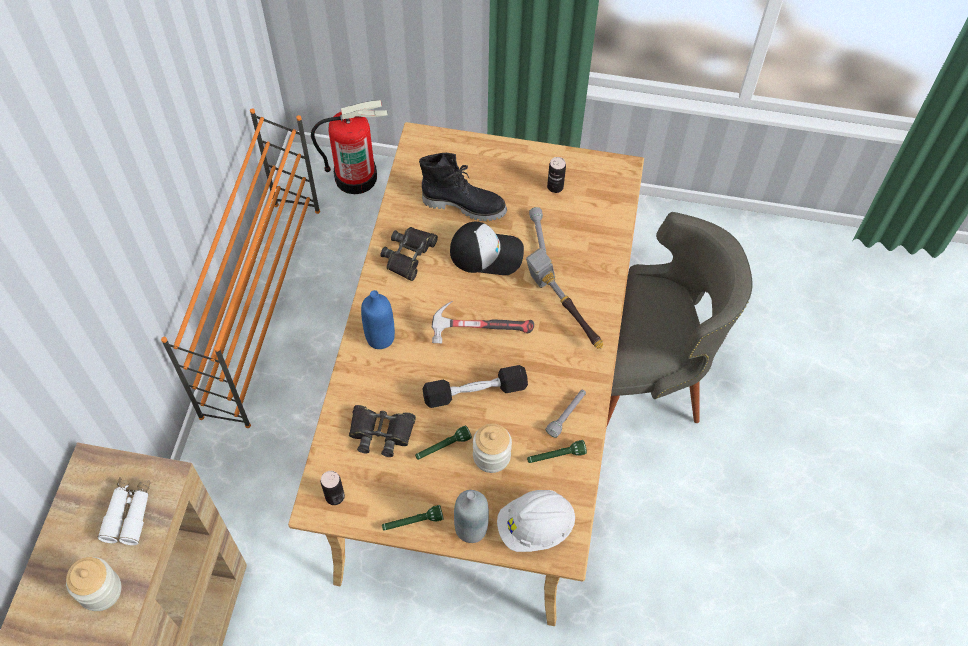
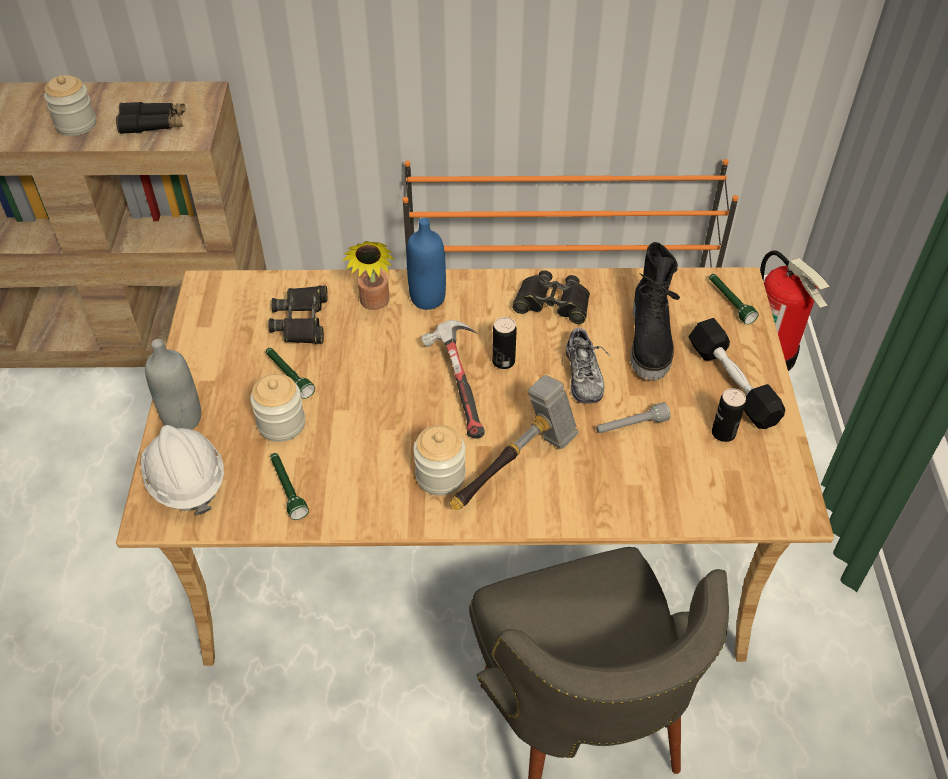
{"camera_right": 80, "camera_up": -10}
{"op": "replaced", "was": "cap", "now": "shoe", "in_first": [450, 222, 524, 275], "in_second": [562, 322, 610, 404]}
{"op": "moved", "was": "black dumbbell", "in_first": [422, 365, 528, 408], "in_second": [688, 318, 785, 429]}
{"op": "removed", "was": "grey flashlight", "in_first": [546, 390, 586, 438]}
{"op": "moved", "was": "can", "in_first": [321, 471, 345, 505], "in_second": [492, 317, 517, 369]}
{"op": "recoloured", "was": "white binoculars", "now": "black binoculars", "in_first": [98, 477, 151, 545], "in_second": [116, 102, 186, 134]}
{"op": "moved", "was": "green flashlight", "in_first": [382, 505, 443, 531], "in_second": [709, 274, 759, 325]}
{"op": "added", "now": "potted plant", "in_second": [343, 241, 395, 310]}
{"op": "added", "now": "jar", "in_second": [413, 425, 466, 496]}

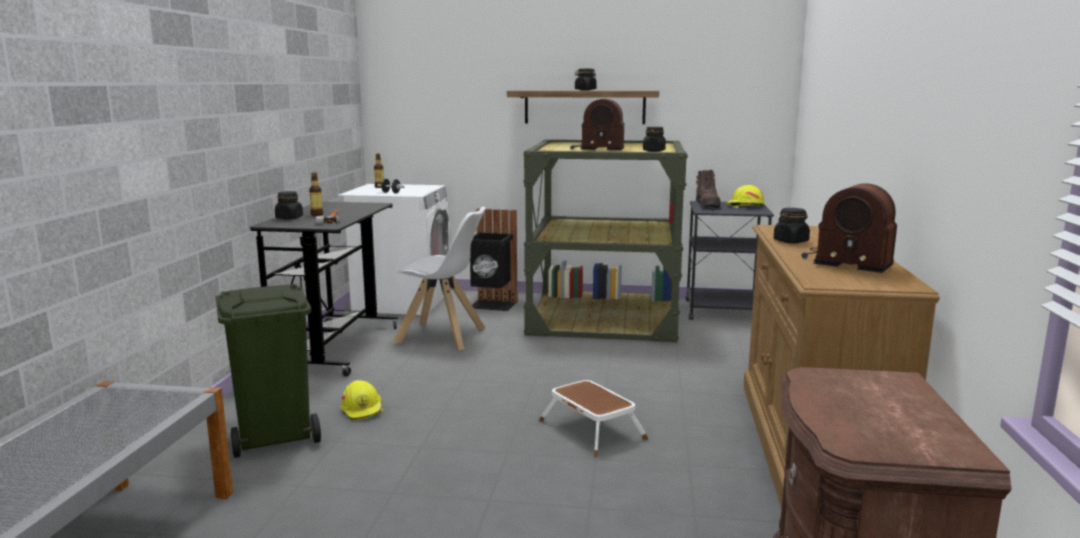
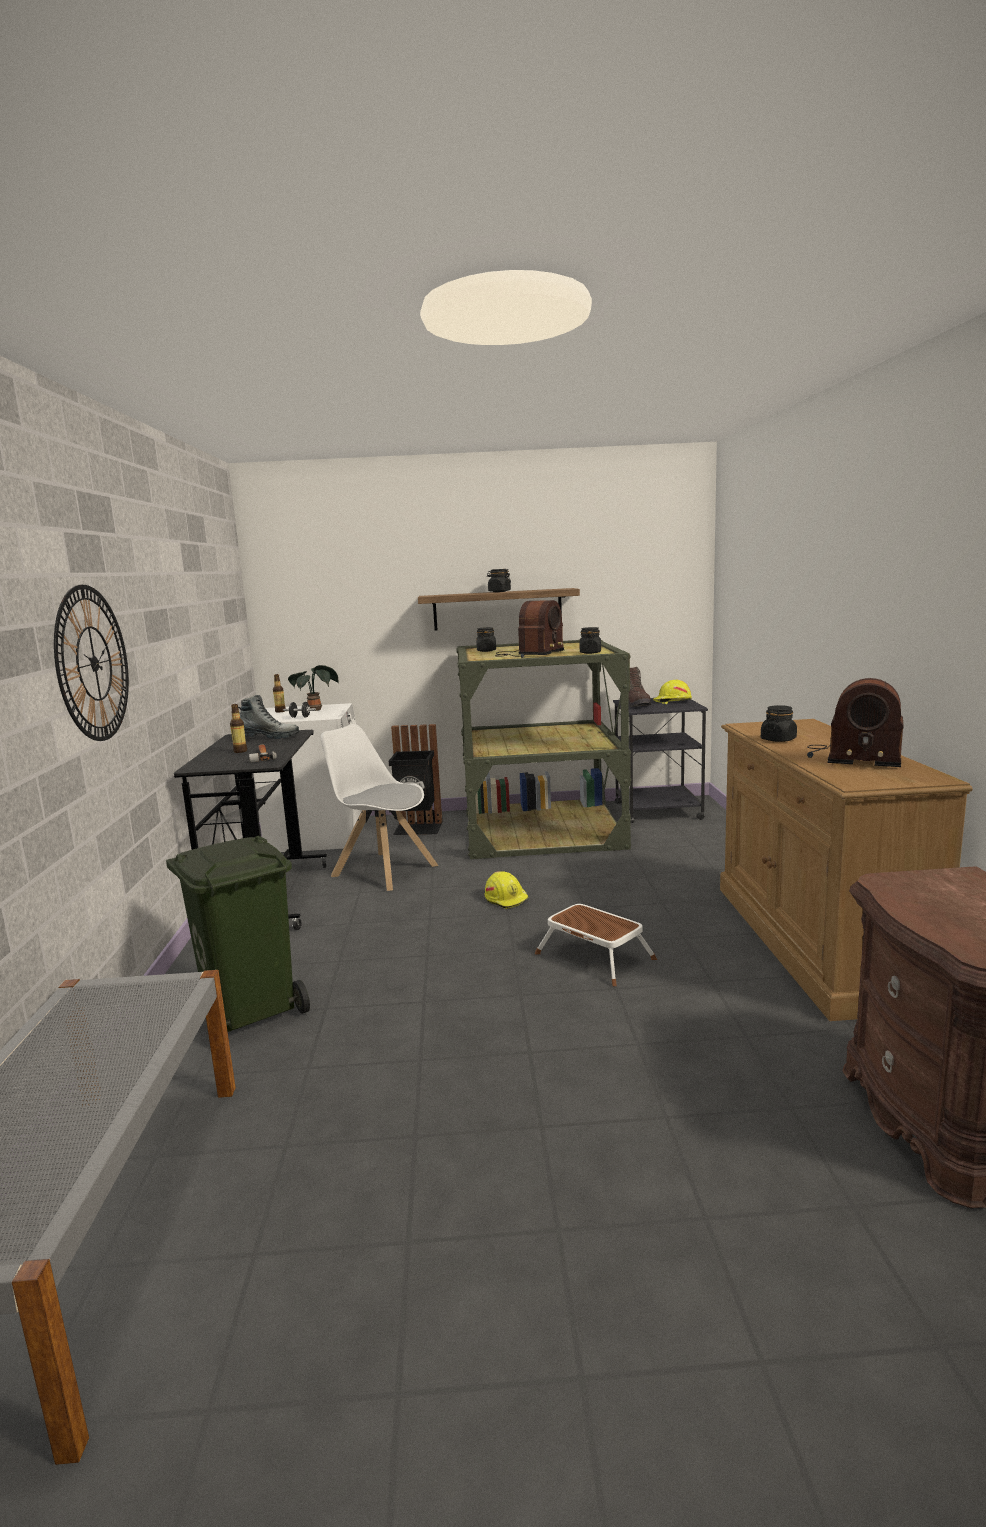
{"camera_right": -10, "camera_up": 0}
{"op": "turned", "was": "radio", "in_first": [570, 99, 624, 150], "in_second": [495, 600, 564, 658], "clockwise": -60}
{"op": "moved", "was": "black jar", "in_first": [275, 191, 303, 219], "in_second": [476, 627, 496, 652]}
{"op": "turned", "was": "chair", "in_first": [393, 207, 486, 350], "in_second": [321, 724, 439, 891], "clockwise": -150}
{"op": "moved", "was": "yellow hard hat", "in_first": [341, 380, 384, 421], "in_second": [485, 871, 528, 909]}
{"op": "added", "now": "wall clock", "in_second": [54, 585, 129, 741]}
{"op": "added", "now": "potted plant", "in_second": [288, 665, 339, 711]}
{"op": "added", "now": "boot", "in_second": [238, 695, 299, 739]}

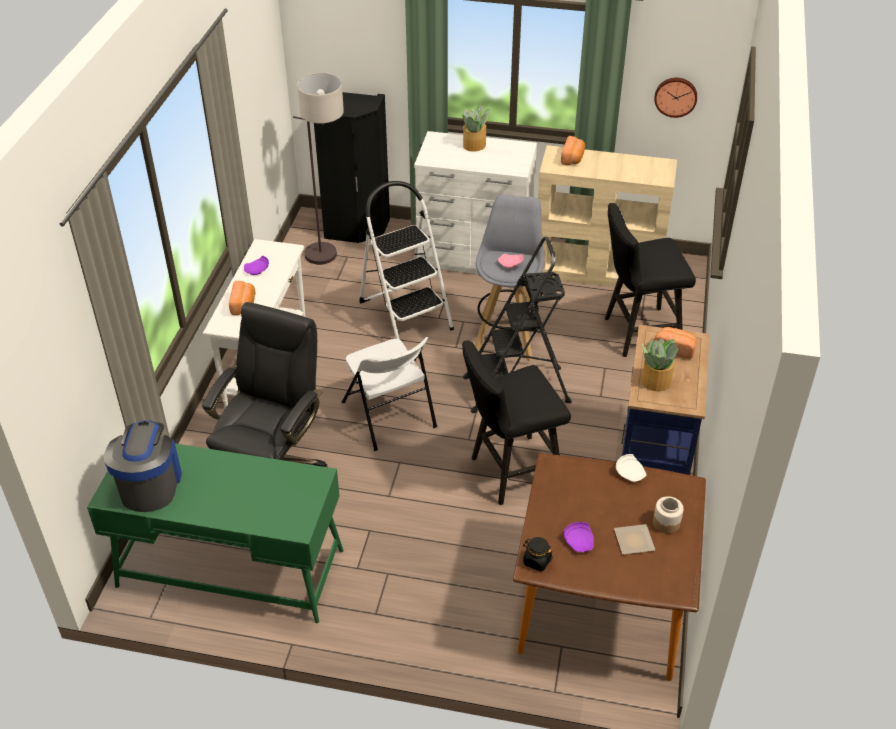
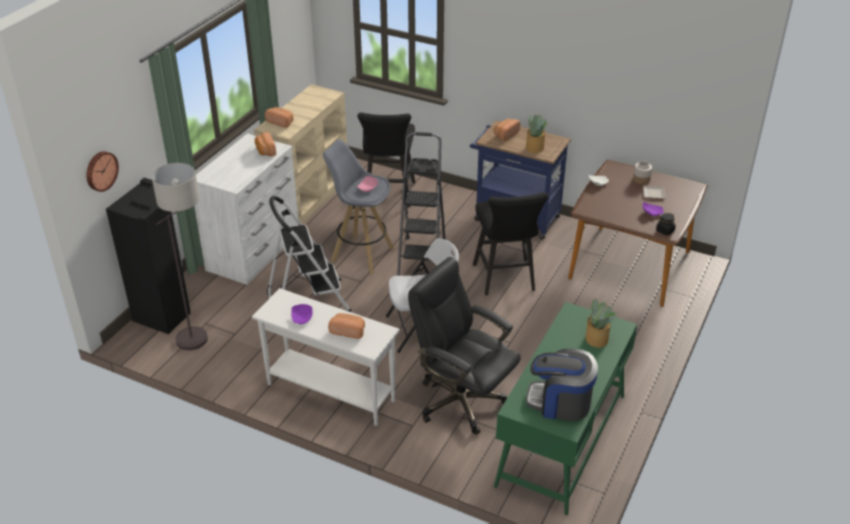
{"camera_right": -75, "camera_up": -5}
{"op": "moved", "was": "wall clock", "in_first": [654, 78, 697, 118], "in_second": [86, 151, 119, 192]}
{"op": "moved", "was": "potted plant", "in_first": [462, 105, 490, 152], "in_second": [585, 298, 617, 348]}
{"op": "added", "now": "bread", "in_second": [255, 132, 276, 156]}

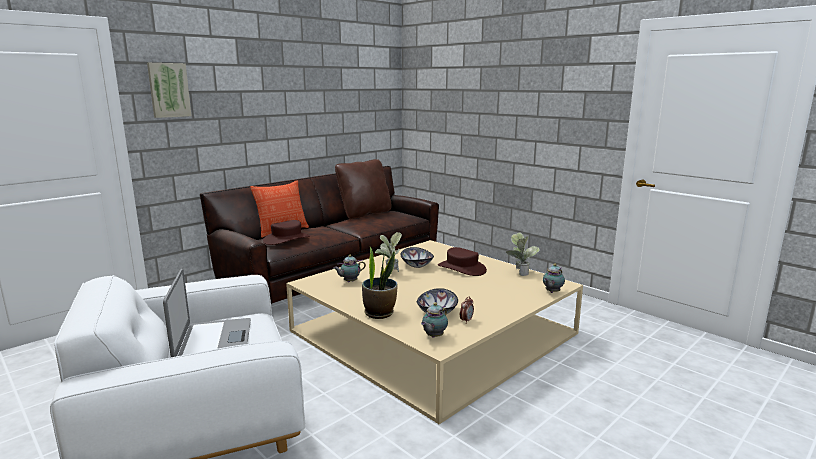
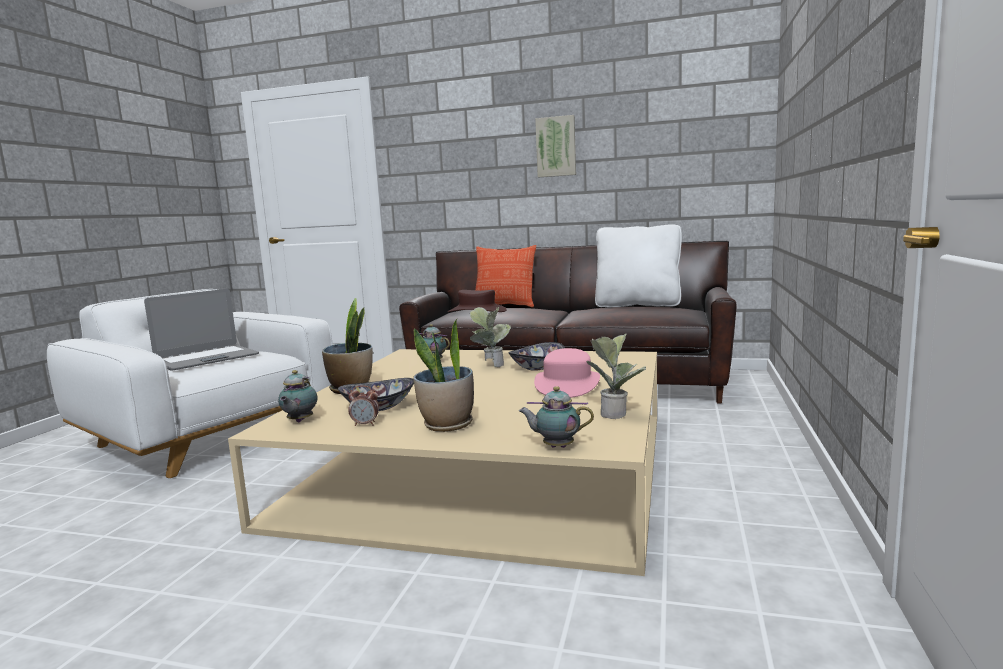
{"camera_right": 60, "camera_up": -5}
{"op": "moved", "was": "picture", "in_first": [147, 63, 192, 118], "in_second": [535, 115, 576, 177]}
{"op": "recoloured", "was": "brown pillow", "now": "white pillow", "in_first": [335, 159, 391, 219], "in_second": [595, 224, 682, 307]}
{"op": "recoloured", "was": "brown hat", "now": "pink hat", "in_first": [438, 247, 487, 276], "in_second": [534, 348, 600, 398]}
{"op": "turned", "was": "teapot", "in_first": [421, 302, 448, 338], "in_second": [278, 370, 318, 422], "clockwise": -90}
{"op": "added", "now": "potted plant", "in_second": [413, 319, 474, 432]}

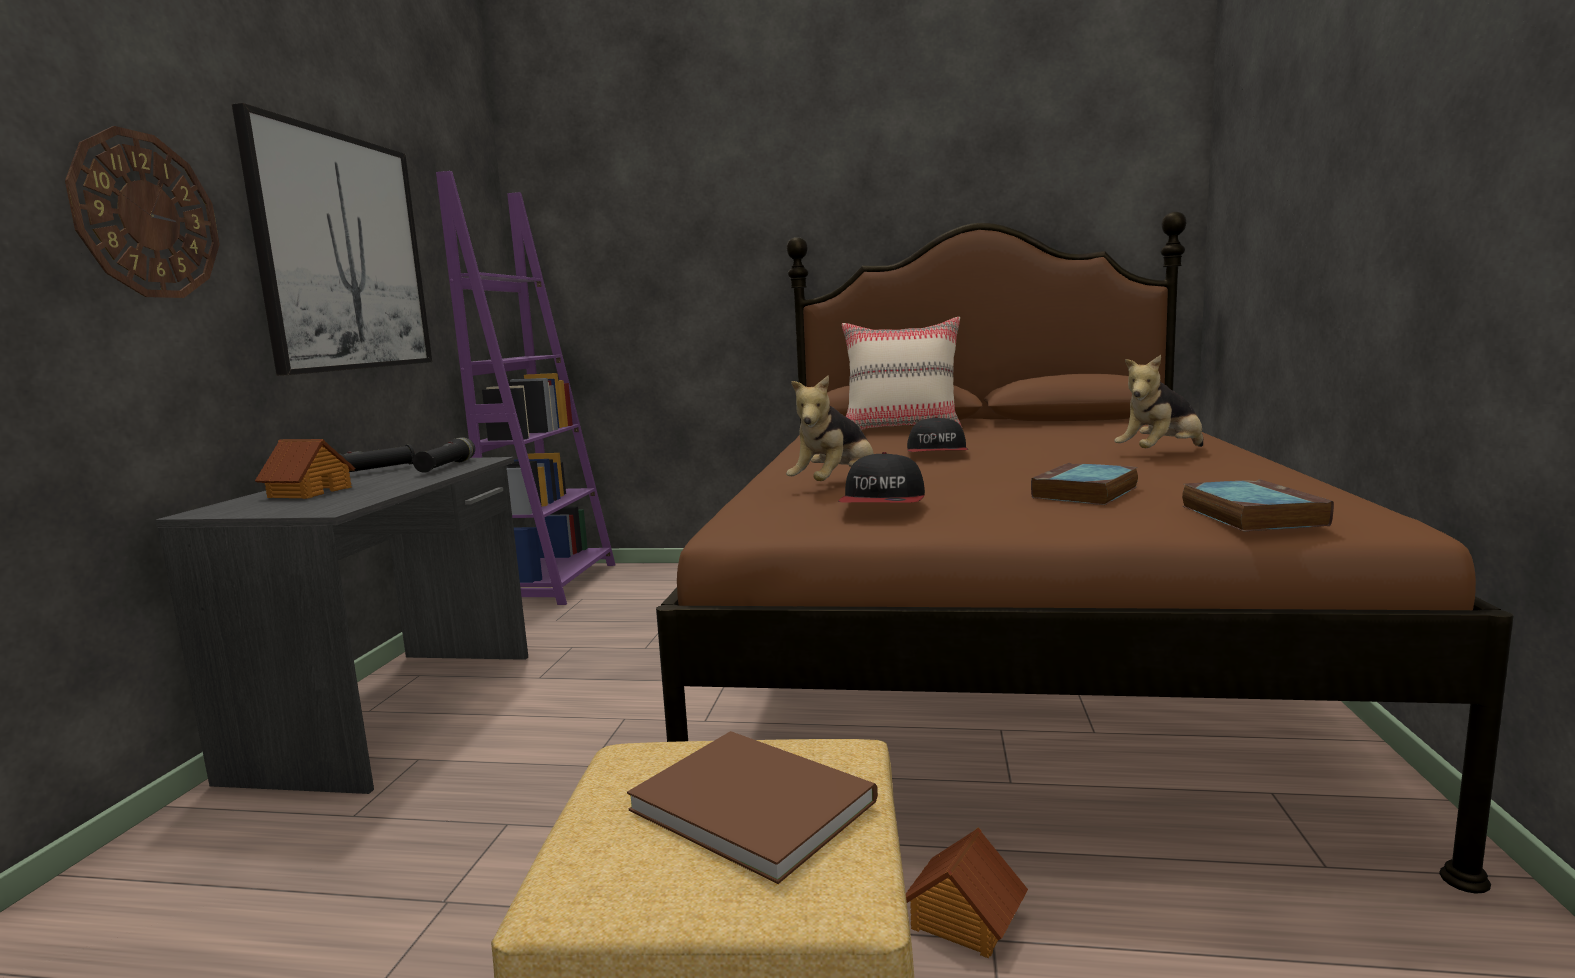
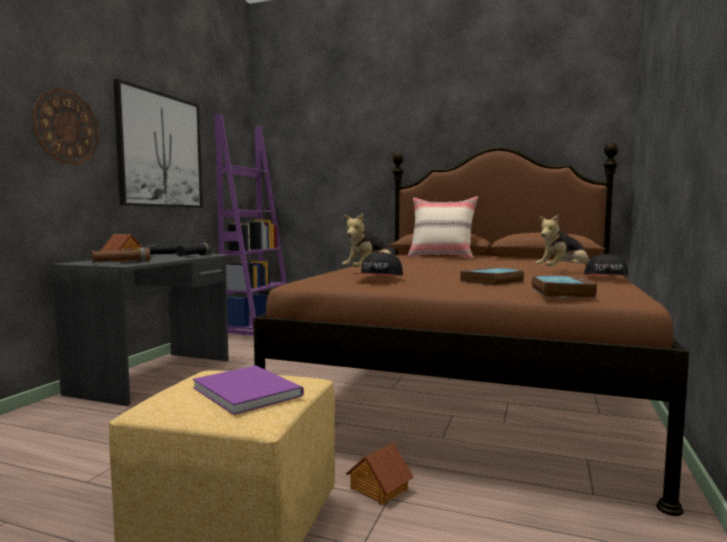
{"camera_right": 10, "camera_up": -5}
{"op": "moved", "was": "cap", "in_first": [907, 417, 968, 452], "in_second": [584, 254, 632, 277]}
{"op": "recoloured", "was": "brown book", "now": "purple book", "in_first": [627, 731, 878, 884], "in_second": [193, 366, 304, 415]}
{"op": "added", "now": "brown flashlight", "in_second": [91, 248, 151, 263]}

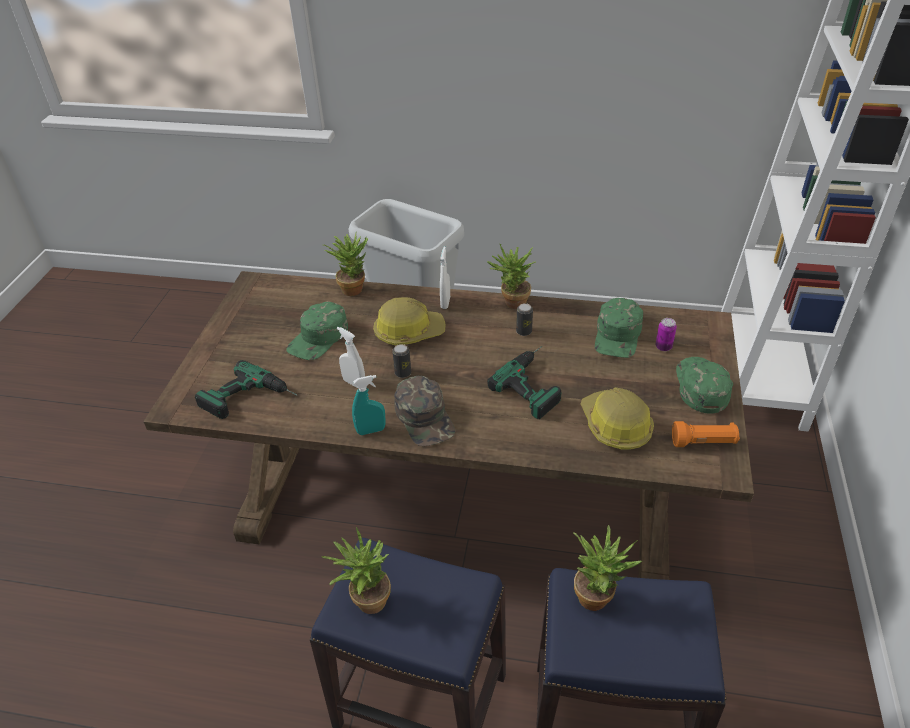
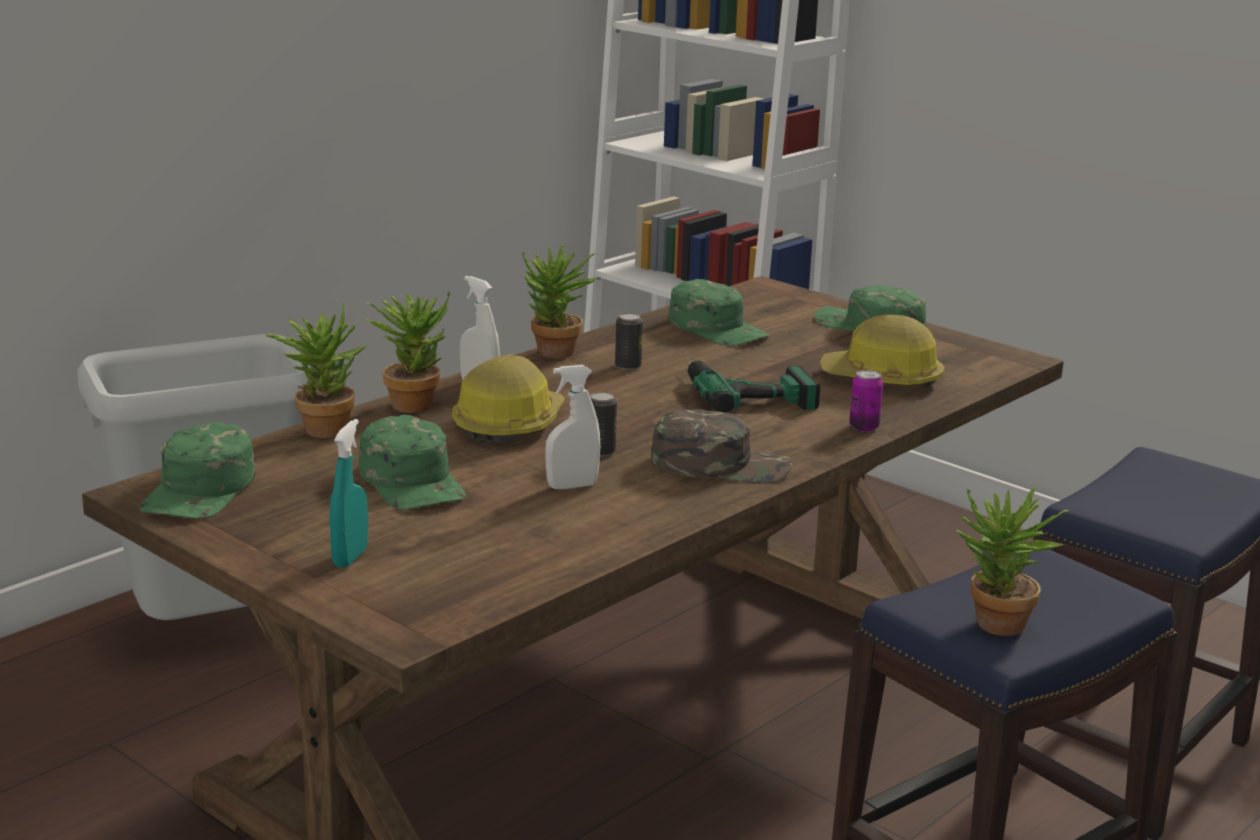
{"camera_right": -60, "camera_up": -20}
{"op": "moved", "was": "can", "in_first": [655, 318, 677, 351], "in_second": [849, 370, 883, 432]}
{"op": "removed", "was": "power drill", "in_first": [195, 360, 298, 419]}
{"op": "moved", "was": "turquoise spray bottle", "in_first": [352, 375, 386, 435], "in_second": [330, 419, 368, 568]}
{"op": "removed", "was": "orange flashlight", "in_first": [672, 421, 740, 447]}
{"op": "moved", "was": "potted plant", "in_first": [573, 525, 642, 611], "in_second": [366, 292, 450, 413]}
{"op": "added", "now": "green cap", "in_second": [139, 422, 256, 519]}

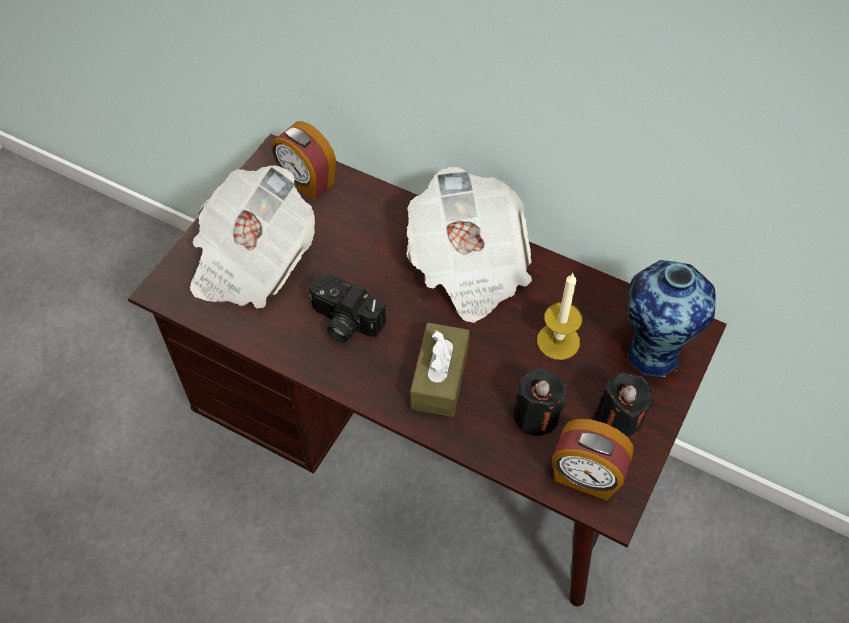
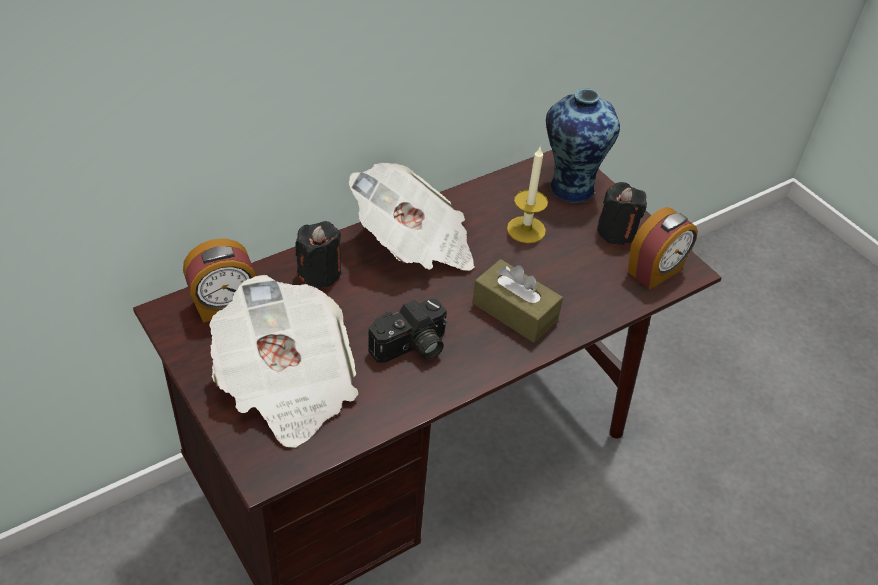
{"camera_right": -65, "camera_up": -10}
{"op": "moved", "was": "black candle", "in_first": [514, 368, 567, 436], "in_second": [296, 221, 341, 288]}

